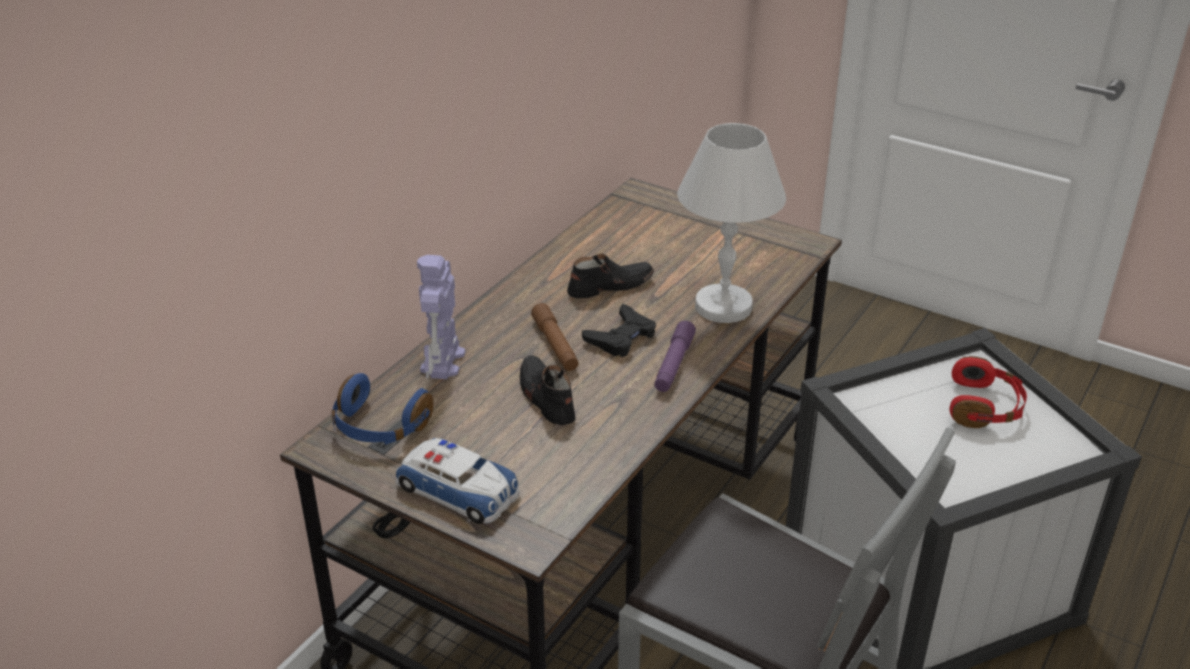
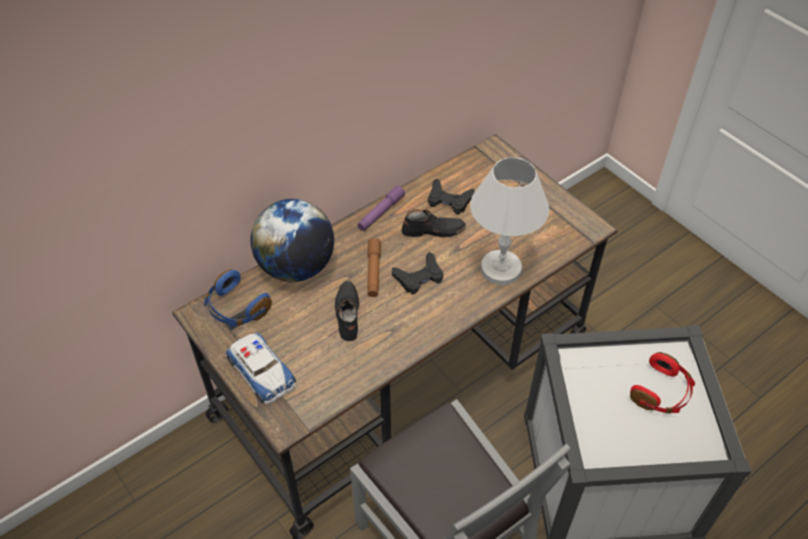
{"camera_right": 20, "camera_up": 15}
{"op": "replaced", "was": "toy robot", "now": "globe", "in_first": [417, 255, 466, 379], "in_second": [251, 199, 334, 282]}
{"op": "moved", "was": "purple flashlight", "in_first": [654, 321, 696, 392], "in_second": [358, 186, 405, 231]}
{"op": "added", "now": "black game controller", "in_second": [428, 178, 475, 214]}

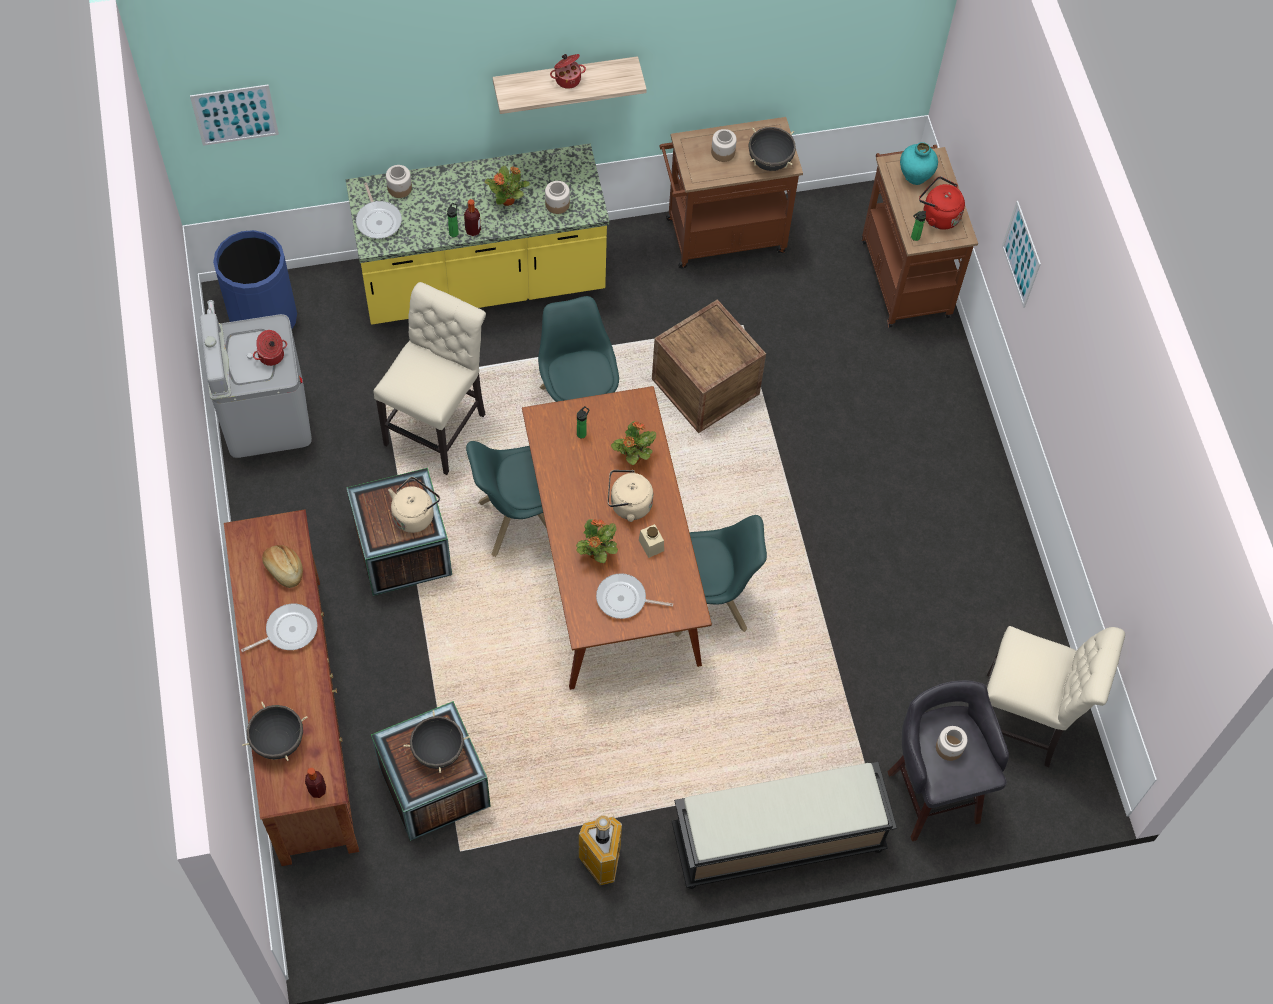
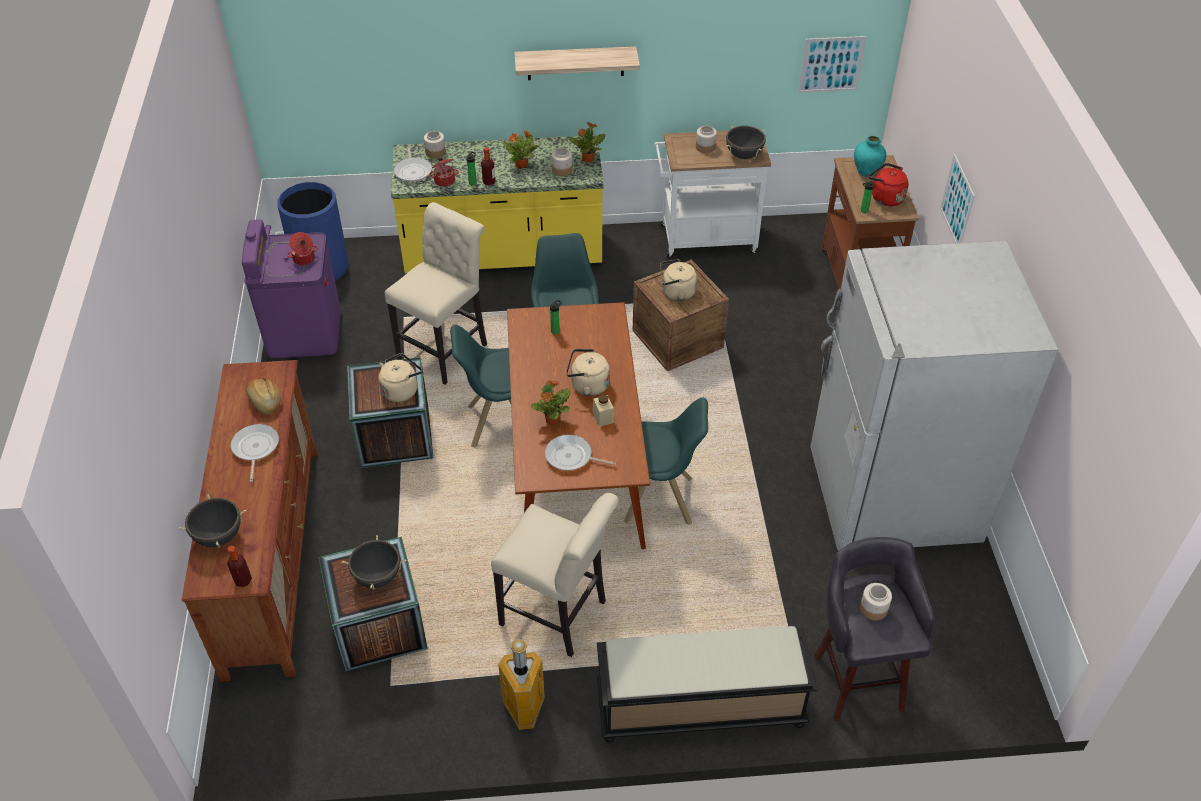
{"camera_right": 10, "camera_up": -15}
{"op": "moved", "was": "cooking pot", "in_first": [550, 54, 586, 89], "in_second": [429, 157, 459, 187]}
{"op": "moved", "was": "picture", "in_first": [190, 84, 279, 146], "in_second": [798, 36, 866, 93]}
{"op": "recoloured", "was": "brown cart", "now": "white cart", "in_first": [659, 117, 803, 269], "in_second": [654, 129, 771, 259]}
{"op": "recoloured", "was": "grey washing machine", "now": "purple washing machine", "in_first": [200, 300, 312, 458], "in_second": [242, 220, 341, 358]}
{"op": "moved", "was": "potted plant", "in_first": [611, 421, 656, 465], "in_second": [569, 122, 606, 163]}
{"op": "turned", "was": "frying pan", "in_first": [241, 604, 317, 652], "in_second": [231, 424, 279, 482], "clockwise": -75}
{"op": "moved", "was": "beige stool", "in_first": [986, 626, 1125, 767], "in_second": [491, 493, 618, 657]}
{"op": "added", "now": "white fridge", "in_second": [810, 241, 1058, 551]}
{"op": "added", "now": "beige kettle", "in_second": [660, 259, 697, 301]}

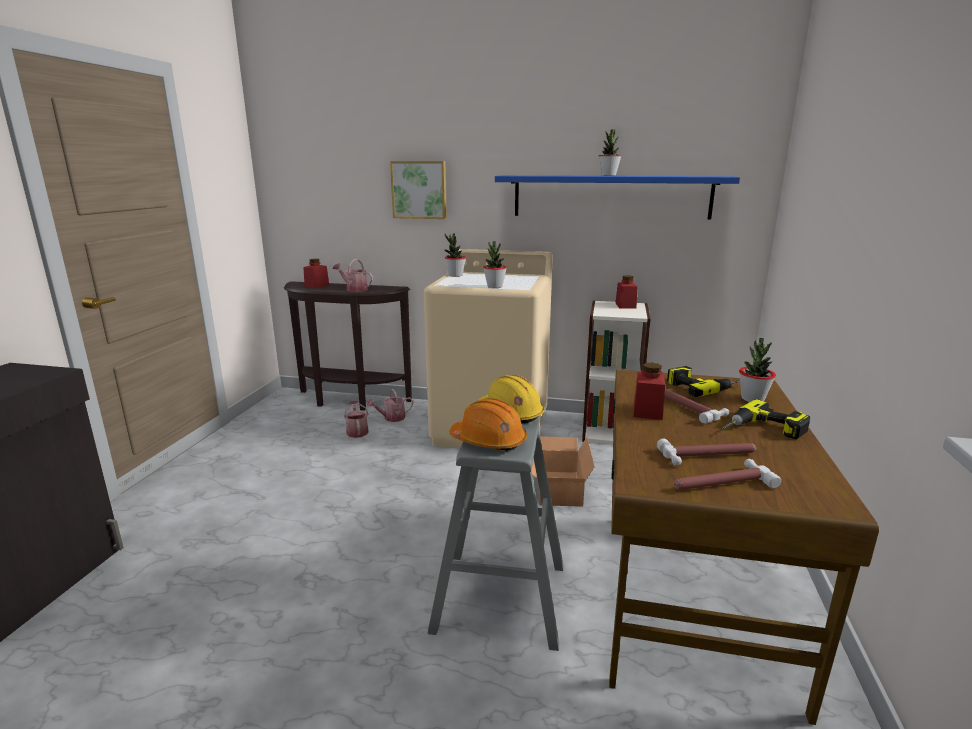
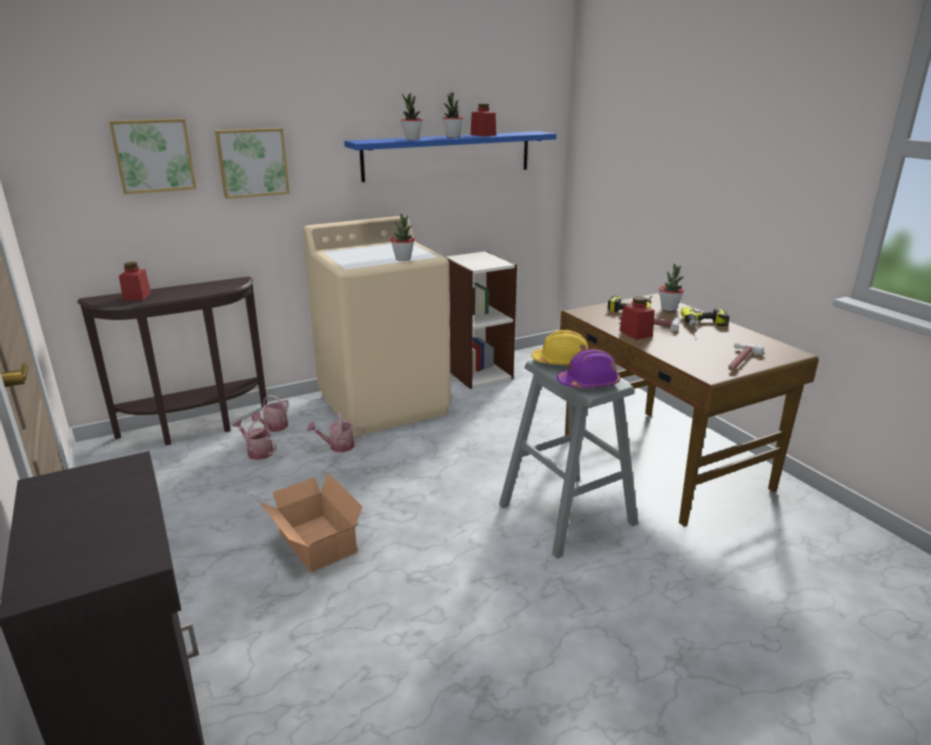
{"camera_right": -40, "camera_up": 5}
{"op": "moved", "was": "potted plant", "in_first": [444, 233, 466, 277], "in_second": [401, 93, 423, 140]}
{"op": "moved", "was": "watering can", "in_first": [333, 259, 373, 292], "in_second": [306, 413, 365, 452]}
{"op": "moved", "was": "red jar", "in_first": [615, 275, 638, 308], "in_second": [471, 104, 496, 137]}
{"op": "recoloured", "was": "orange hard hat", "now": "purple hard hat", "in_first": [450, 398, 527, 451], "in_second": [557, 349, 620, 388]}
{"op": "moved", "was": "cardboard box", "in_first": [532, 436, 595, 507], "in_second": [258, 473, 362, 572]}
{"op": "removed", "was": "hammer", "in_first": [657, 439, 756, 466]}
{"op": "added", "now": "picture", "in_second": [109, 119, 196, 194]}

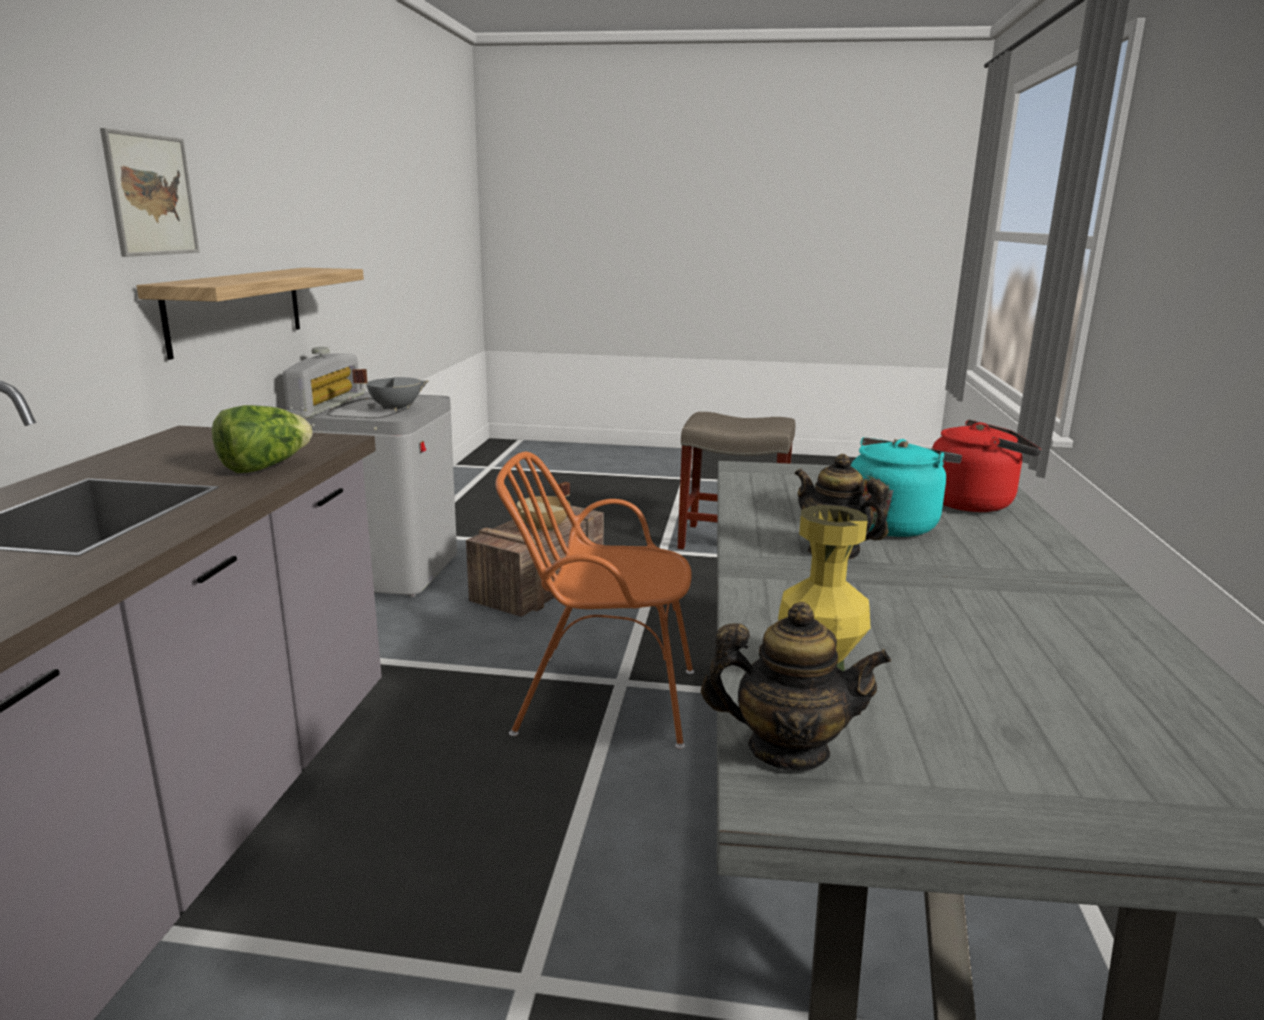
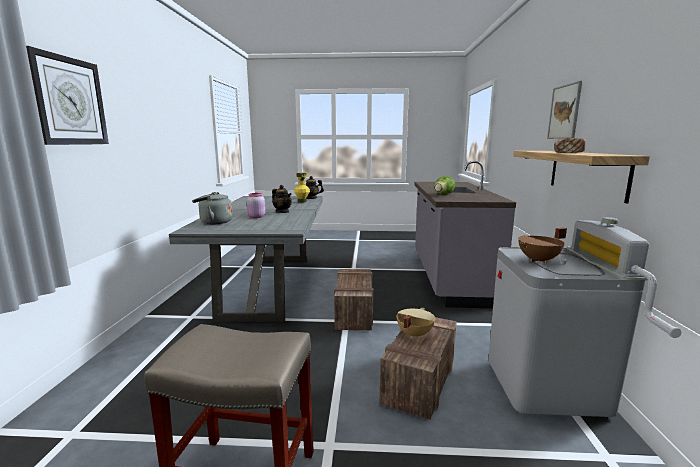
{"camera_right": 175, "camera_up": -5}
{"op": "recoloured", "was": "grey cooking pot", "now": "brown cooking pot", "in_first": [352, 369, 428, 411], "in_second": [518, 227, 567, 263]}
{"op": "recoloured", "was": "red kettle", "now": "grey kettle", "in_first": [932, 420, 1041, 512], "in_second": [192, 192, 233, 224]}
{"op": "replaced", "was": "turquoise kettle", "now": "pink jar", "in_first": [851, 437, 962, 537], "in_second": [247, 193, 265, 218]}
{"op": "replaced", "was": "orange chair", "now": "crate", "in_first": [495, 452, 694, 749], "in_second": [334, 269, 373, 330]}
{"op": "added", "now": "wall clock", "in_second": [26, 46, 109, 145]}
{"op": "added", "now": "bread", "in_second": [554, 138, 586, 153]}

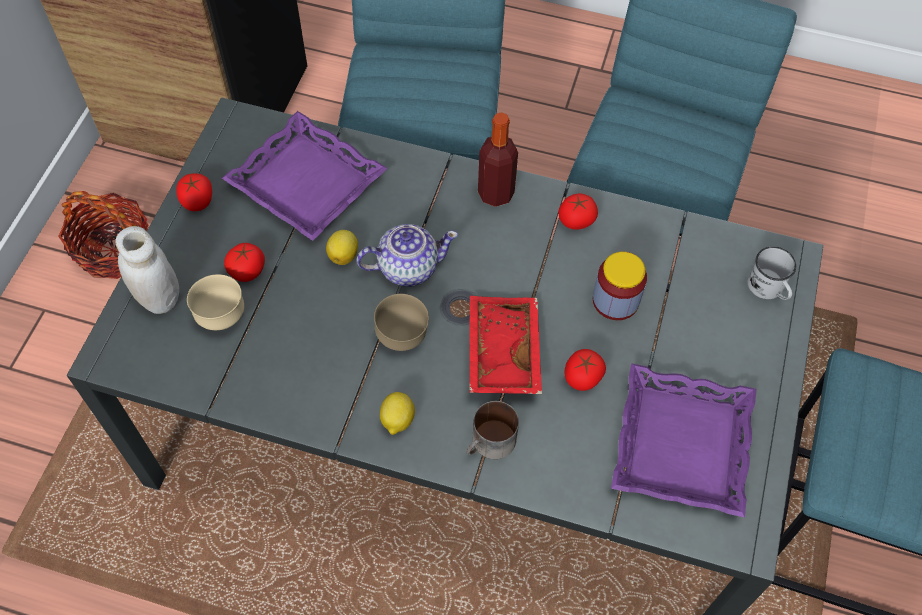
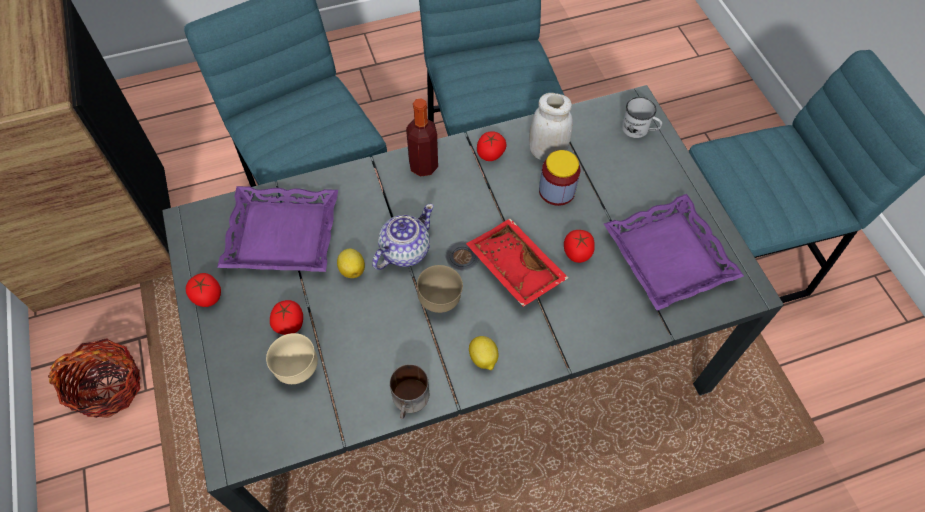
{"camera_right": -35, "camera_up": 0}
{"op": "moved", "was": "white jar", "in_first": [115, 226, 179, 314], "in_second": [529, 93, 573, 161]}
{"op": "moved", "was": "mug", "in_first": [467, 401, 519, 459], "in_second": [390, 364, 429, 419]}

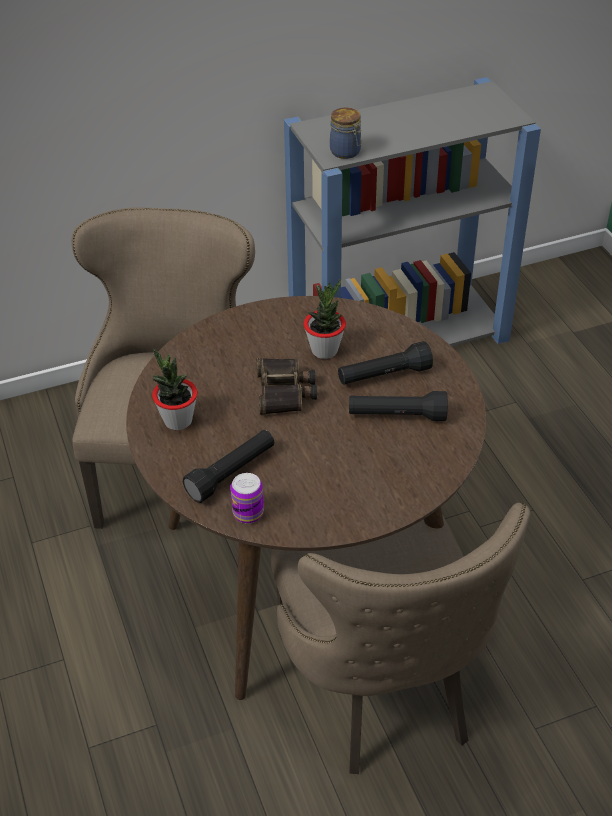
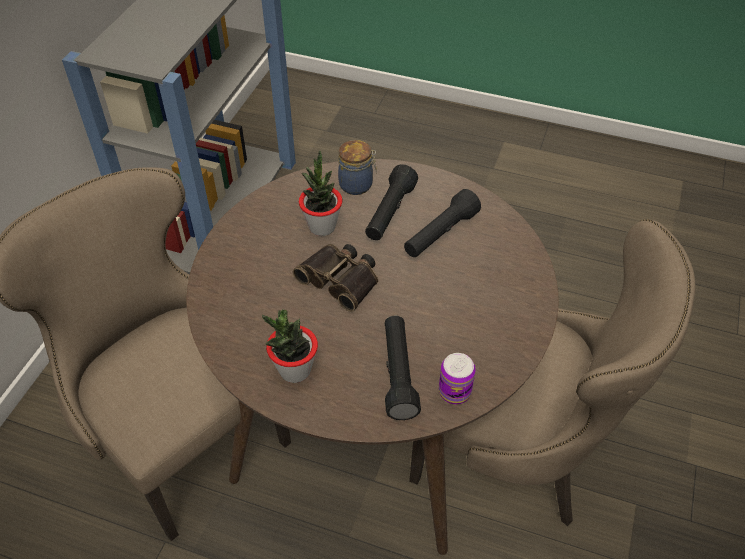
{"camera_right": -50, "camera_up": 5}
{"op": "moved", "was": "jar", "in_first": [330, 108, 361, 159], "in_second": [338, 140, 377, 195]}

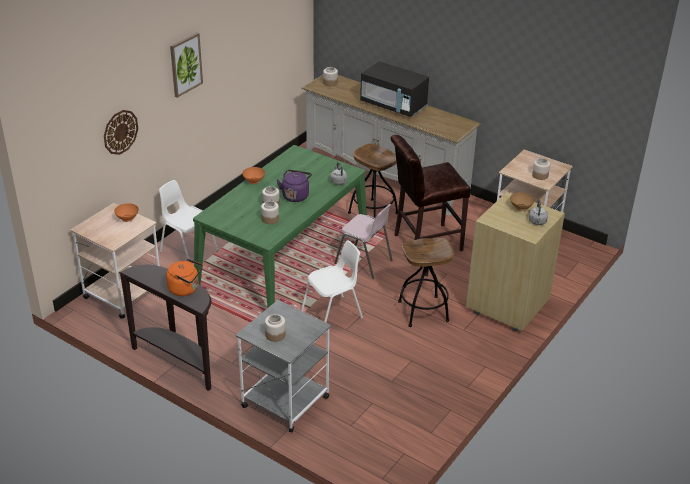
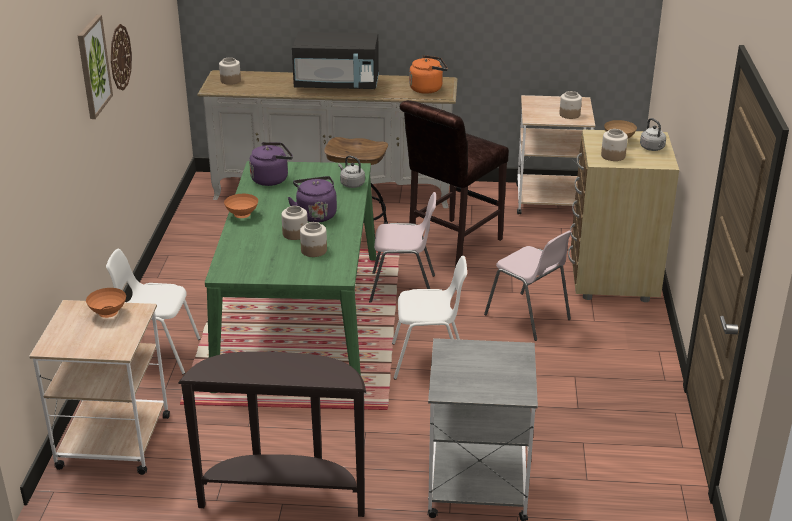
{"camera_right": -30, "camera_up": -5}
{"op": "moved", "was": "wall clock", "in_first": [104, 110, 138, 155], "in_second": [111, 24, 132, 91]}
{"op": "replaced", "was": "brown stool", "now": "pink chair", "in_first": [398, 238, 455, 327], "in_second": [484, 231, 572, 341]}
{"op": "turned", "was": "white chair", "in_first": [301, 241, 363, 322], "in_second": [392, 256, 467, 380], "clockwise": 60}
{"op": "moved", "was": "orange kettle", "in_first": [166, 259, 203, 296], "in_second": [409, 55, 448, 94]}
{"op": "moved", "was": "jar", "in_first": [265, 314, 286, 342], "in_second": [601, 129, 628, 161]}
{"op": "added", "now": "purple kettle", "in_second": [249, 142, 293, 186]}

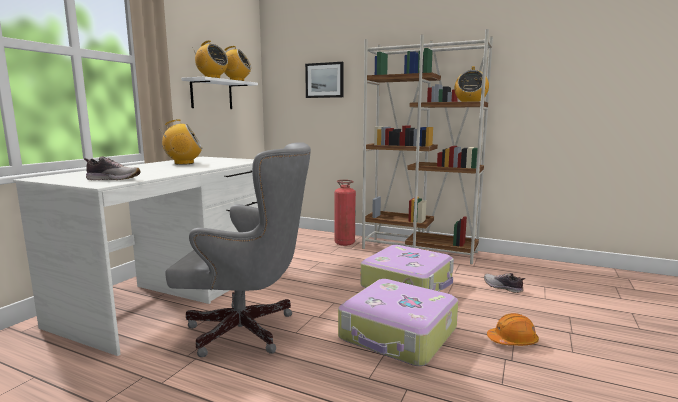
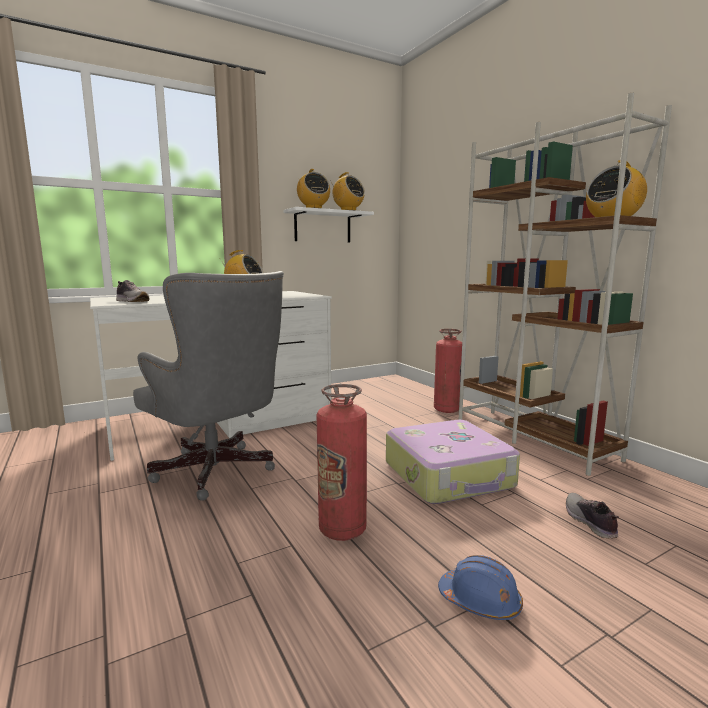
{"camera_right": 35, "camera_up": 0}
{"op": "removed", "was": "picture", "in_first": [305, 62, 343, 98]}
{"op": "replaced", "was": "suitcase", "now": "fire extinguisher", "in_first": [338, 279, 458, 366], "in_second": [317, 384, 367, 541]}
{"op": "recoloured", "was": "orange hard hat", "now": "blue hard hat", "in_first": [487, 313, 539, 346], "in_second": [438, 555, 523, 620]}

